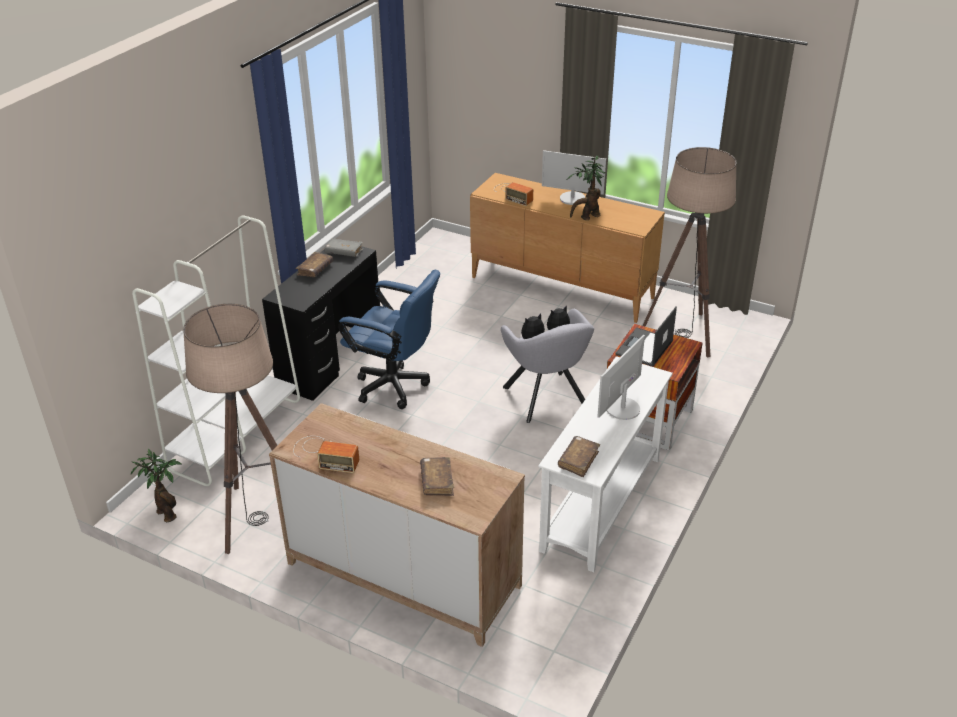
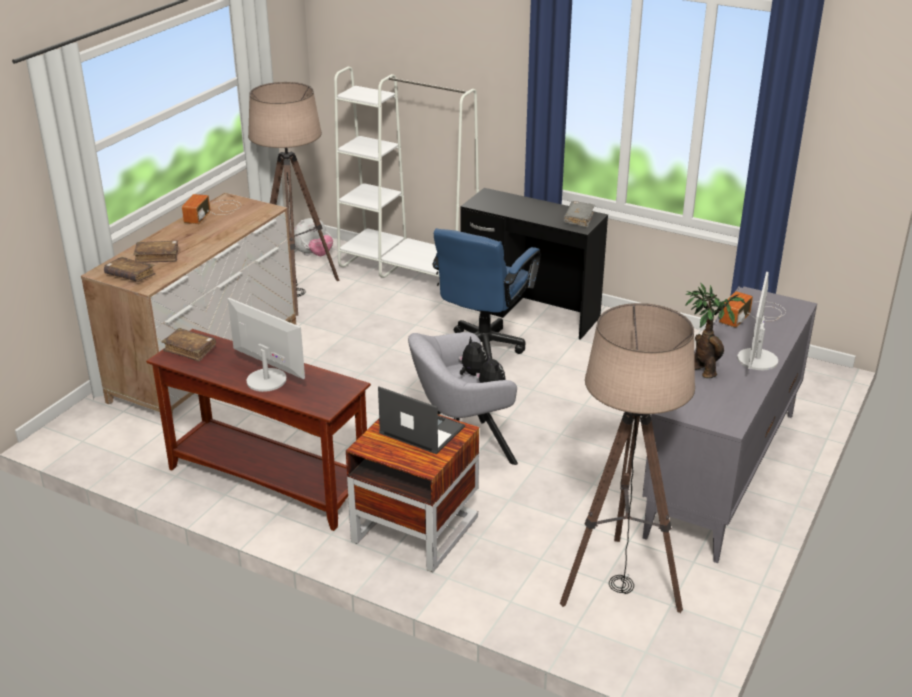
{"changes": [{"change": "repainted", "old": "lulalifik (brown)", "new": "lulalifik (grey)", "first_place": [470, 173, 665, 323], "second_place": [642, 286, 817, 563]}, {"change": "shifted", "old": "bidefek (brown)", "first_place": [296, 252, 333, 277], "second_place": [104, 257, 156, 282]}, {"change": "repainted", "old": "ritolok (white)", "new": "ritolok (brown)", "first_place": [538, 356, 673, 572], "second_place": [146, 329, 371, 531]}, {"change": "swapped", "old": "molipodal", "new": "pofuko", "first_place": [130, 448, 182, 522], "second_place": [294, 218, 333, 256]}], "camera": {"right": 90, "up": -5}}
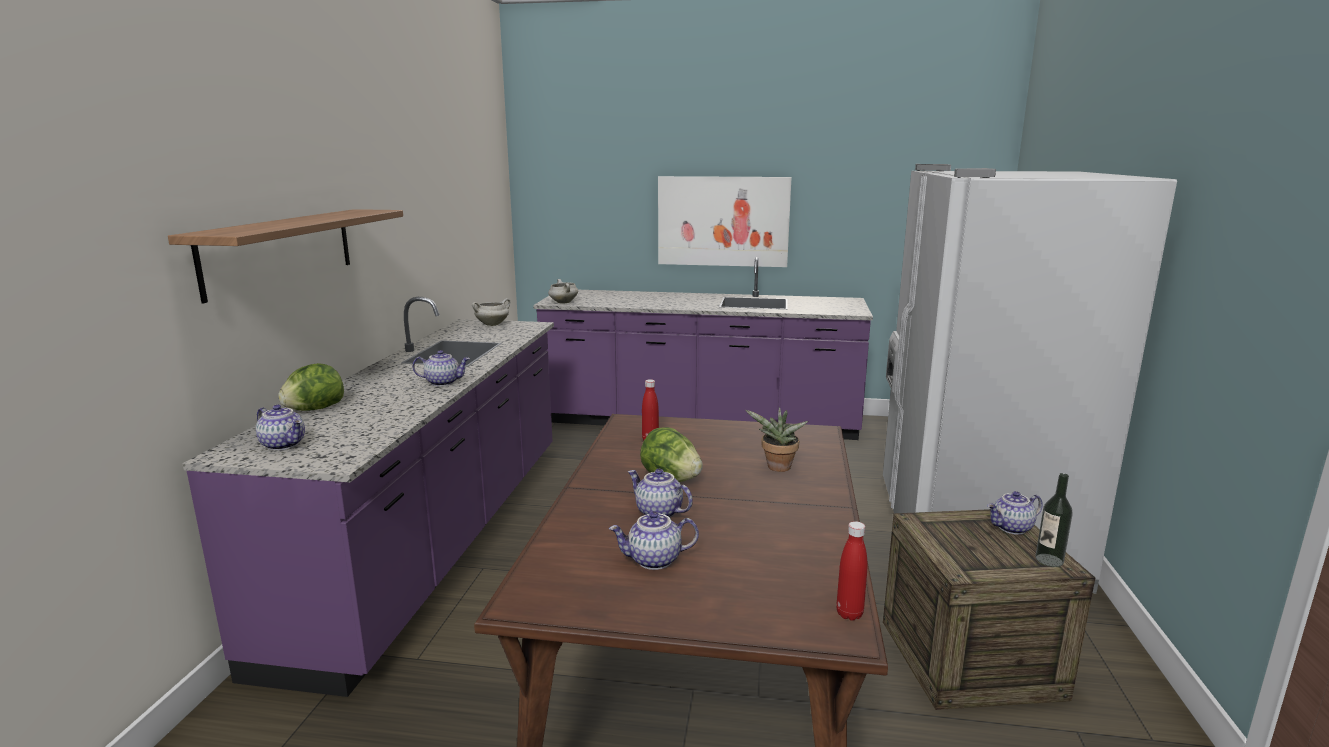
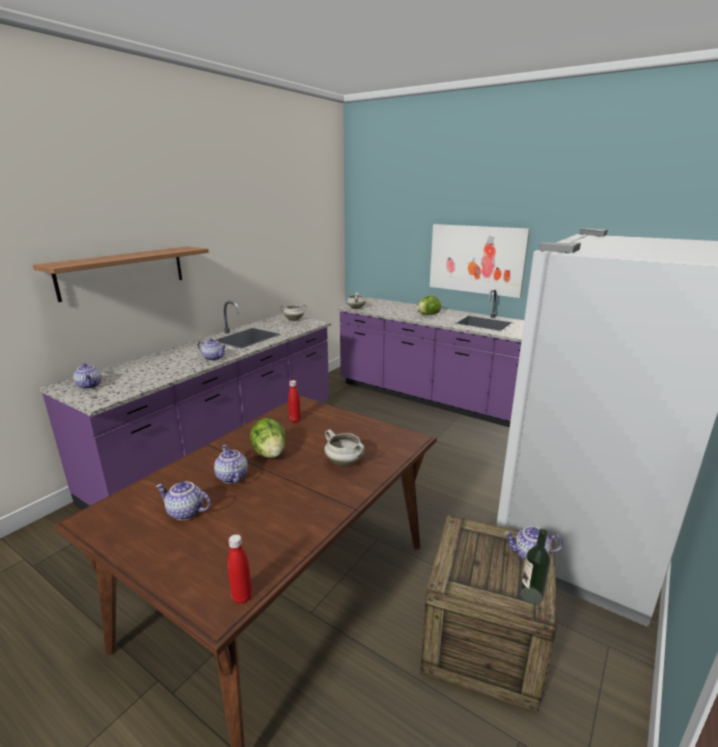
{"changes": [{"change": "shifted", "old": "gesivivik", "first_place": [278, 363, 344, 411], "second_place": [416, 296, 441, 315]}, {"change": "swapped", "old": "molipodal", "new": "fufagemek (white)", "first_place": [745, 407, 808, 472], "second_place": [324, 430, 365, 466]}], "camera": {"right": 25, "up": 5}}
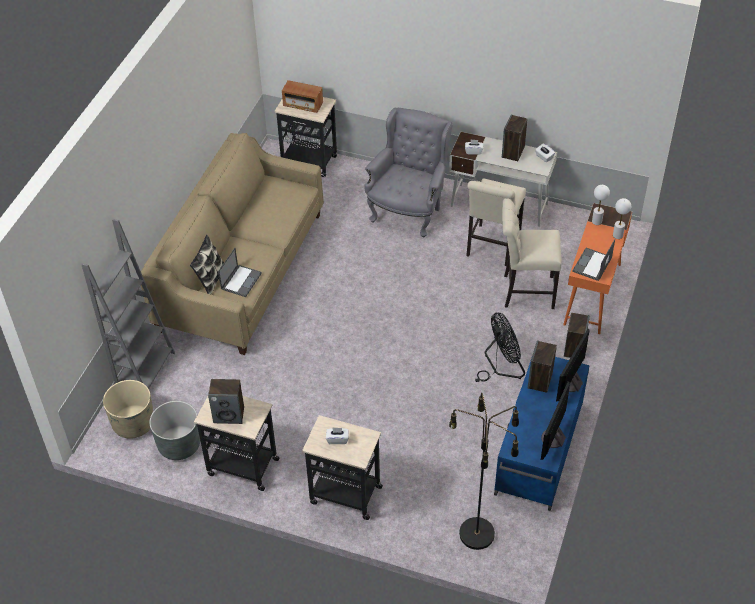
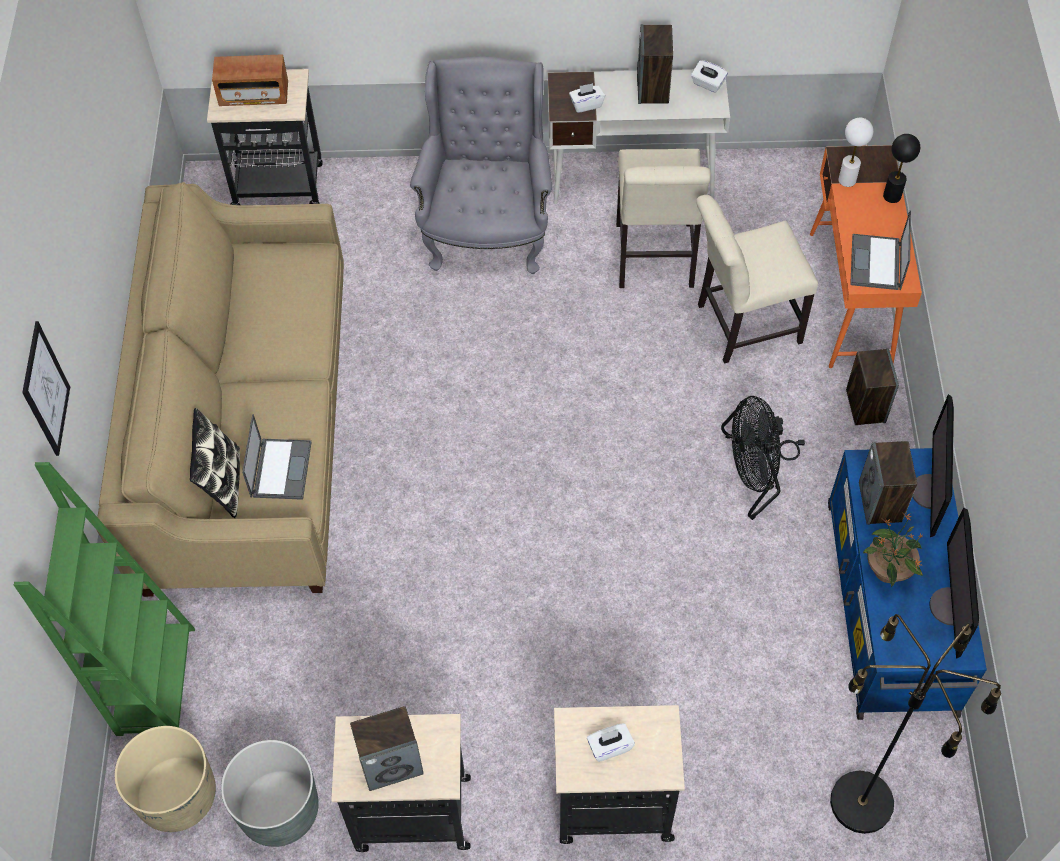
{"changes": [{"change": "swapped", "old": "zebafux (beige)", "new": "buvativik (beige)", "first_place": [502, 198, 562, 309], "second_place": [696, 195, 818, 364]}, {"change": "repainted", "old": "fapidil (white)", "new": "fapidil (black)", "first_place": [613, 198, 631, 239], "second_place": [883, 134, 920, 203]}, {"change": "repainted", "old": "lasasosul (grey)", "new": "lasasosul (green)", "first_place": [81, 219, 175, 389], "second_place": [14, 462, 195, 736]}, {"change": "rotated", "old": "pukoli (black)", "first_place": [475, 313, 525, 382], "second_place": [721, 396, 807, 520], "degrees": -150}, {"change": "new", "new": "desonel", "second_place": [22, 321, 70, 456]}, {"change": "new", "new": "molipodal", "second_place": [863, 512, 923, 587]}], "camera": {"right": -20, "up": 10}}
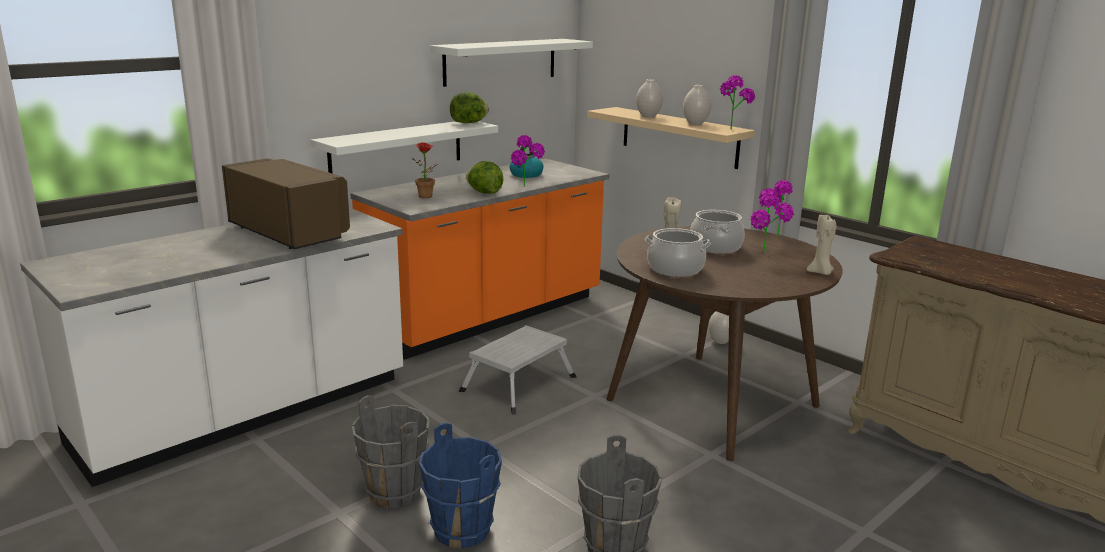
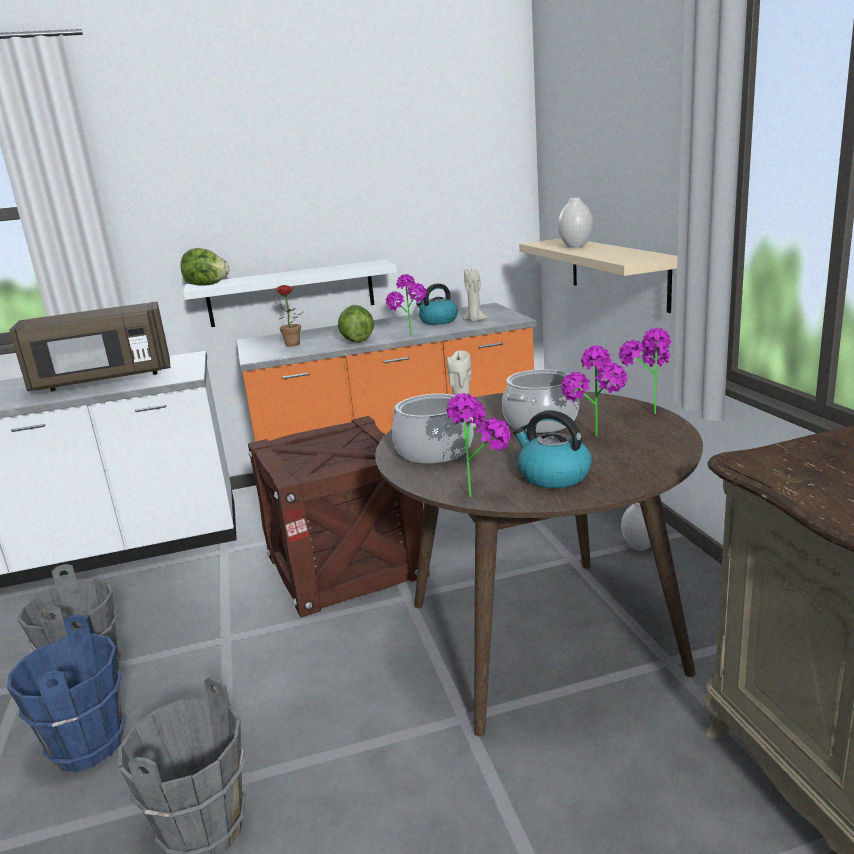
{"changes": [{"change": "gone", "old": "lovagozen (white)", "first_place": [430, 39, 593, 87]}, {"change": "shifted", "old": "molipodal", "first_place": [720, 75, 755, 130], "second_place": [447, 393, 511, 497]}, {"change": "gone", "old": "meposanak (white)", "first_place": [683, 85, 711, 125]}, {"change": "shifted", "old": "gesivivik", "first_place": [450, 92, 489, 123], "second_place": [181, 248, 229, 286]}, {"change": "rotated", "old": "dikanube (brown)", "first_place": [222, 158, 350, 249], "second_place": [9, 302, 170, 392], "degrees": 90}, {"change": "shifted", "old": "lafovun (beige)", "first_place": [806, 215, 836, 275], "second_place": [463, 269, 487, 322]}, {"change": "swapped", "old": "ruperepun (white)", "new": "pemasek", "first_place": [459, 325, 577, 414], "second_place": [248, 416, 430, 618]}, {"change": "new", "new": "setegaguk", "second_place": [513, 410, 592, 488]}], "camera": {"right": 30, "up": 0}}
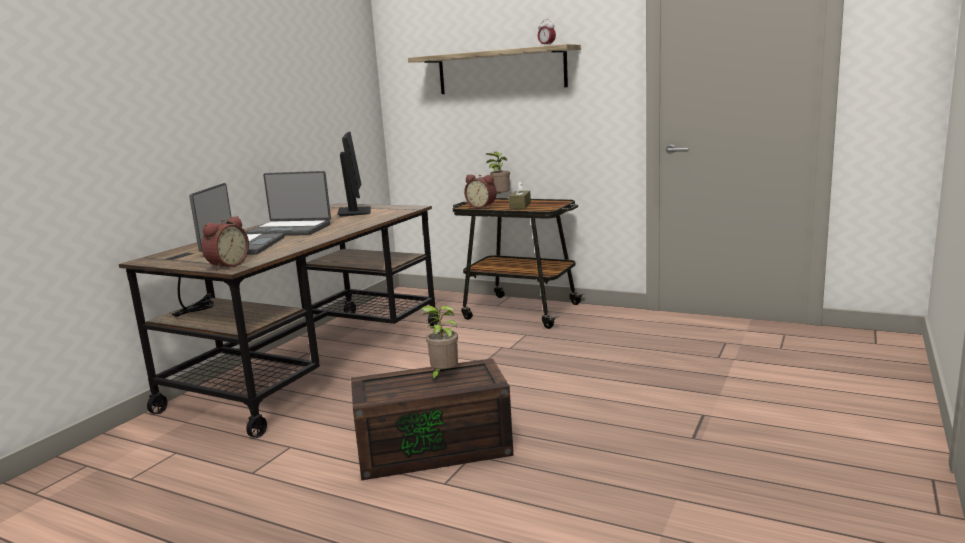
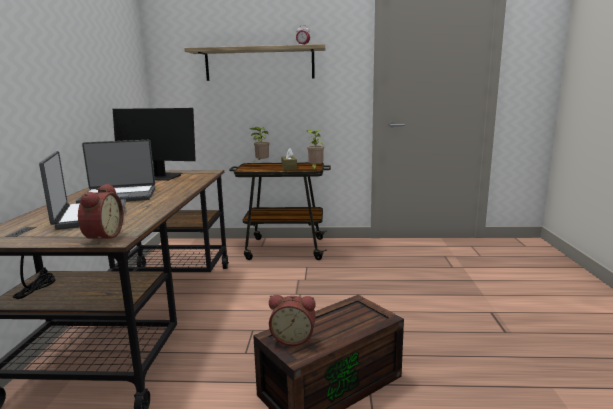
{"changes": [{"change": "rotated", "old": "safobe", "first_place": [337, 132, 371, 217], "second_place": [113, 108, 196, 181], "degrees": 135}, {"change": "shifted", "old": "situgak", "first_place": [464, 174, 497, 208], "second_place": [269, 295, 316, 346]}, {"change": "shifted", "old": "molipodal", "first_place": [421, 306, 458, 381], "second_place": [307, 130, 324, 169]}], "camera": {"right": -25, "up": 0}}
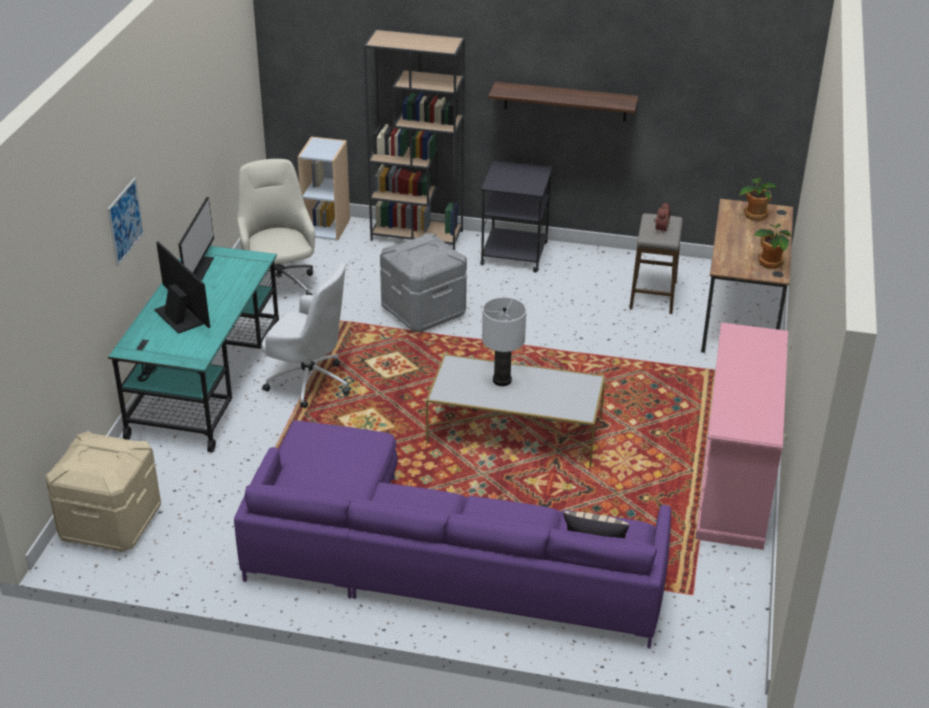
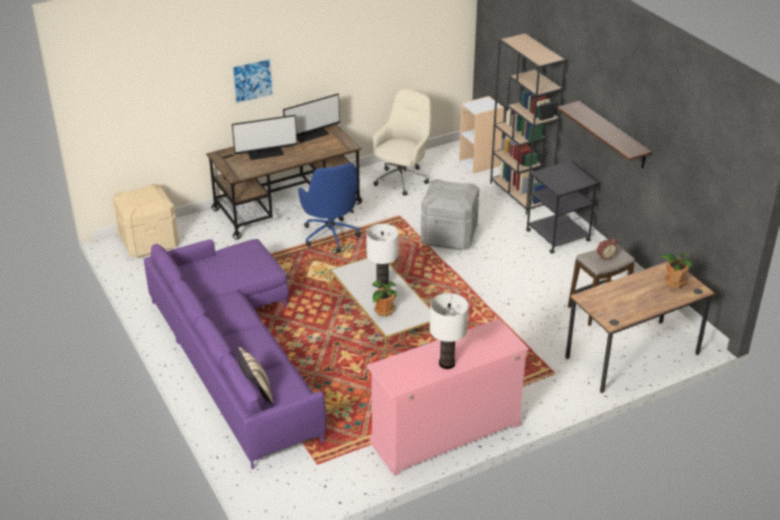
{"changes": [{"change": "shifted", "old": "molipodal", "first_place": [754, 224, 791, 269], "second_place": [372, 281, 397, 317]}, {"change": "rotated", "old": "safobe", "first_place": [155, 242, 211, 334], "second_place": [232, 115, 297, 160], "degrees": 60}, {"change": "repainted", "old": "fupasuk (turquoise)", "new": "fupasuk (brown)", "first_place": [108, 246, 279, 453], "second_place": [206, 124, 362, 240]}, {"change": "repainted", "old": "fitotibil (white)", "new": "fitotibil (blue)", "first_place": [261, 263, 350, 408], "second_place": [298, 163, 360, 253]}, {"change": "new", "new": "fapidil (white)", "second_place": [430, 293, 468, 369]}], "camera": {"right": 50, "up": 0}}
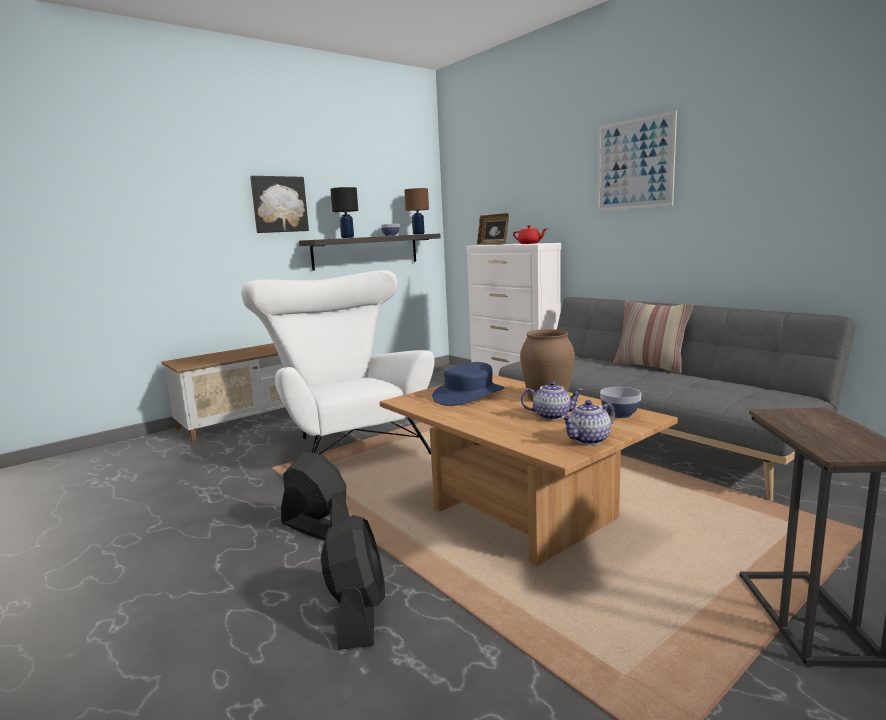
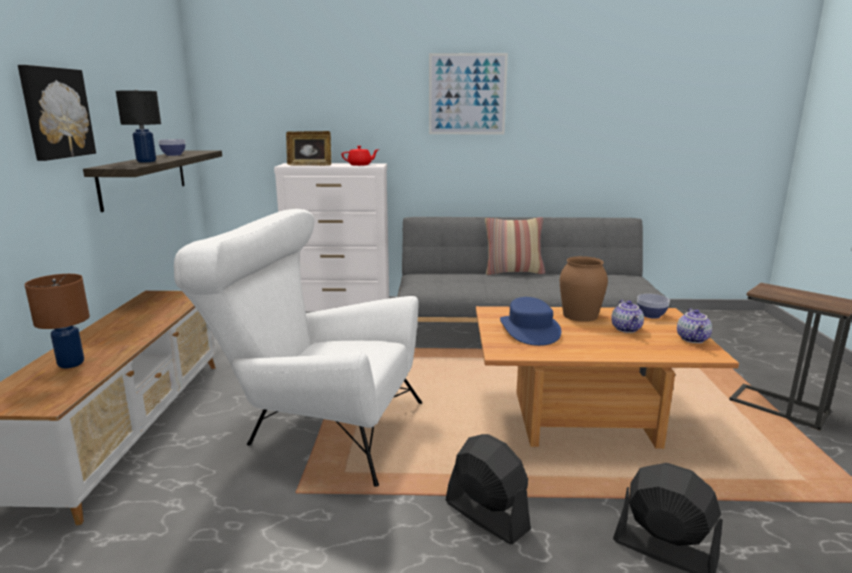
{"changes": [{"change": "shifted", "old": "fapidil (brown)", "first_place": [404, 188, 429, 235], "second_place": [25, 274, 90, 368]}, {"change": "rotated", "old": "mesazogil", "first_place": [521, 381, 583, 420], "second_place": [611, 300, 644, 333], "degrees": 135}, {"change": "rotated", "old": "pukoli (black)", "first_place": [281, 452, 350, 541], "second_place": [446, 434, 531, 544], "degrees": 60}], "camera": {"right": -50, "up": 5}}
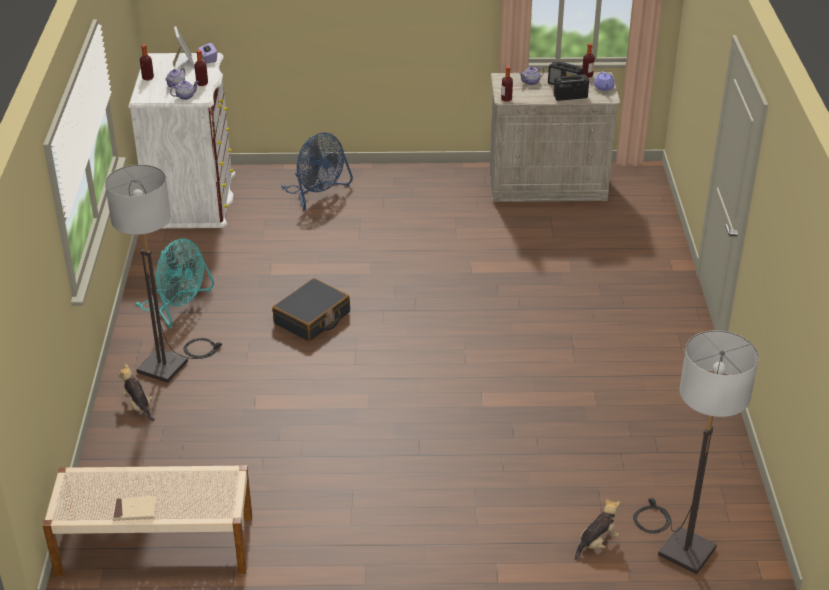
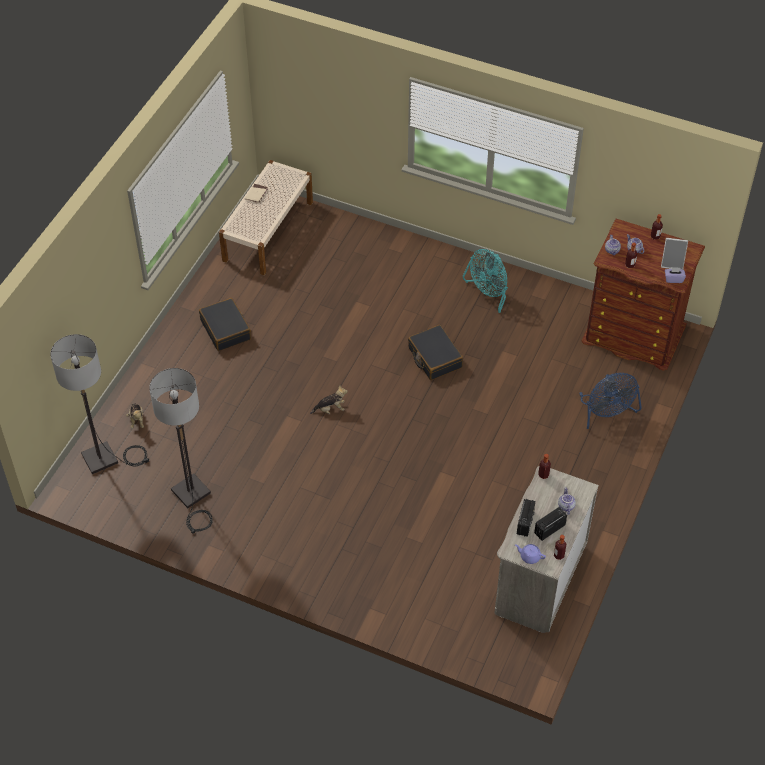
{"changes": [{"change": "repainted", "old": "lulalifik (white)", "new": "lulalifik (brown)", "first_place": [128, 53, 236, 228], "second_place": [581, 219, 705, 371]}, {"change": "rotated", "old": "pukoli (blue)", "first_place": [282, 132, 353, 211], "second_place": [579, 373, 642, 429], "degrees": -90}, {"change": "shifted", "old": "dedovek", "first_place": [105, 165, 222, 383], "second_place": [149, 368, 213, 534]}, {"change": "shifted", "old": "pofuko", "first_place": [118, 364, 155, 422], "second_place": [310, 385, 348, 414]}, {"change": "new", "new": "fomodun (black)", "second_place": [199, 298, 251, 351]}], "camera": {"right": 115, "up": 15}}
